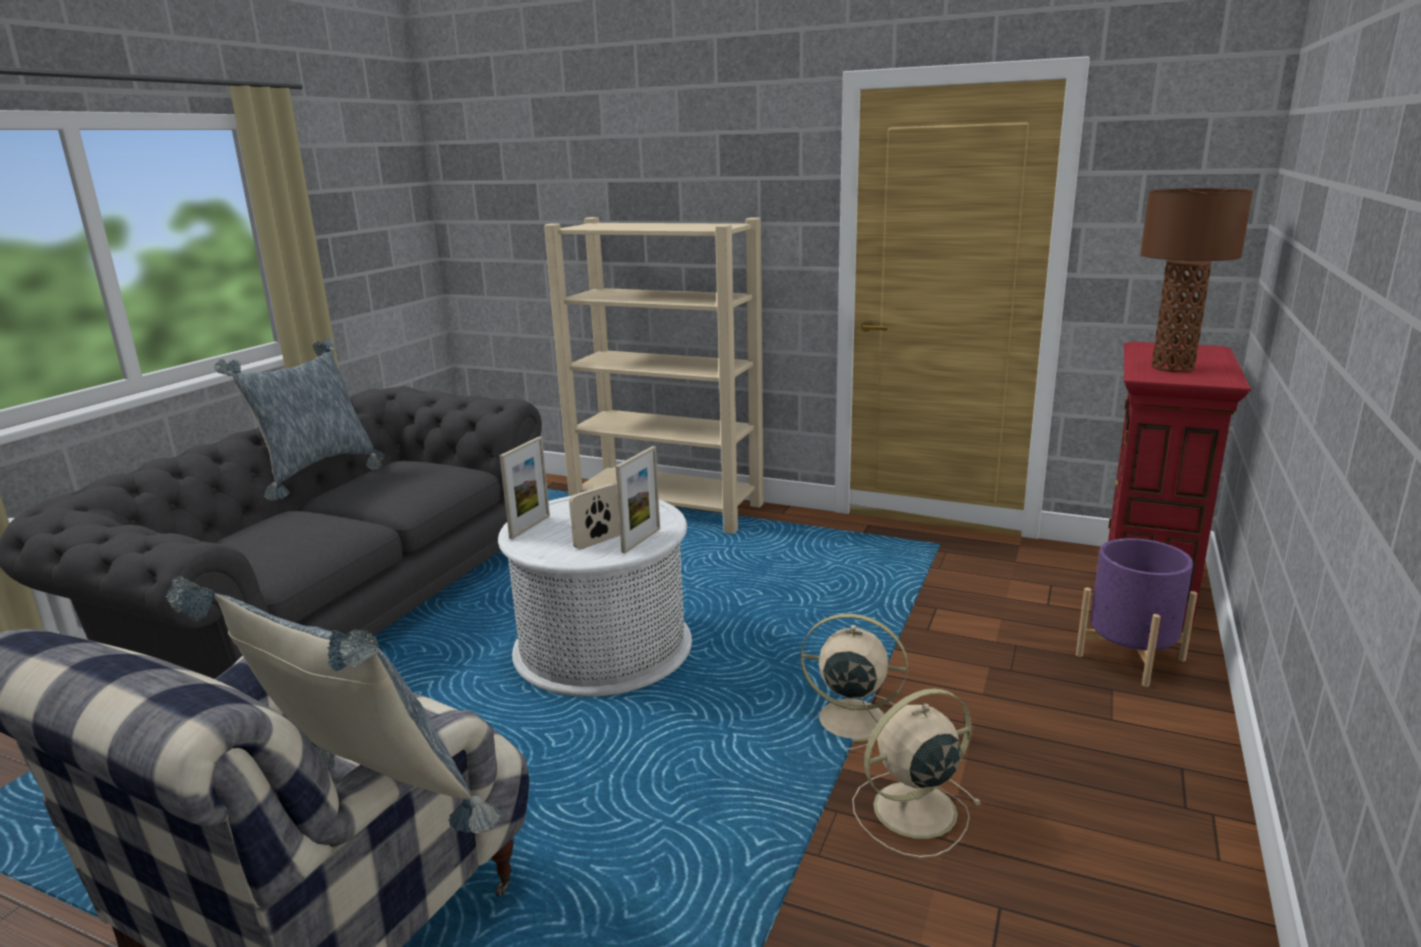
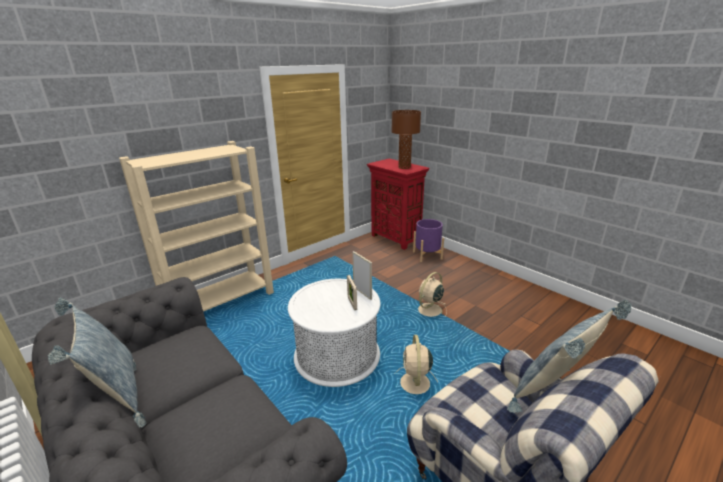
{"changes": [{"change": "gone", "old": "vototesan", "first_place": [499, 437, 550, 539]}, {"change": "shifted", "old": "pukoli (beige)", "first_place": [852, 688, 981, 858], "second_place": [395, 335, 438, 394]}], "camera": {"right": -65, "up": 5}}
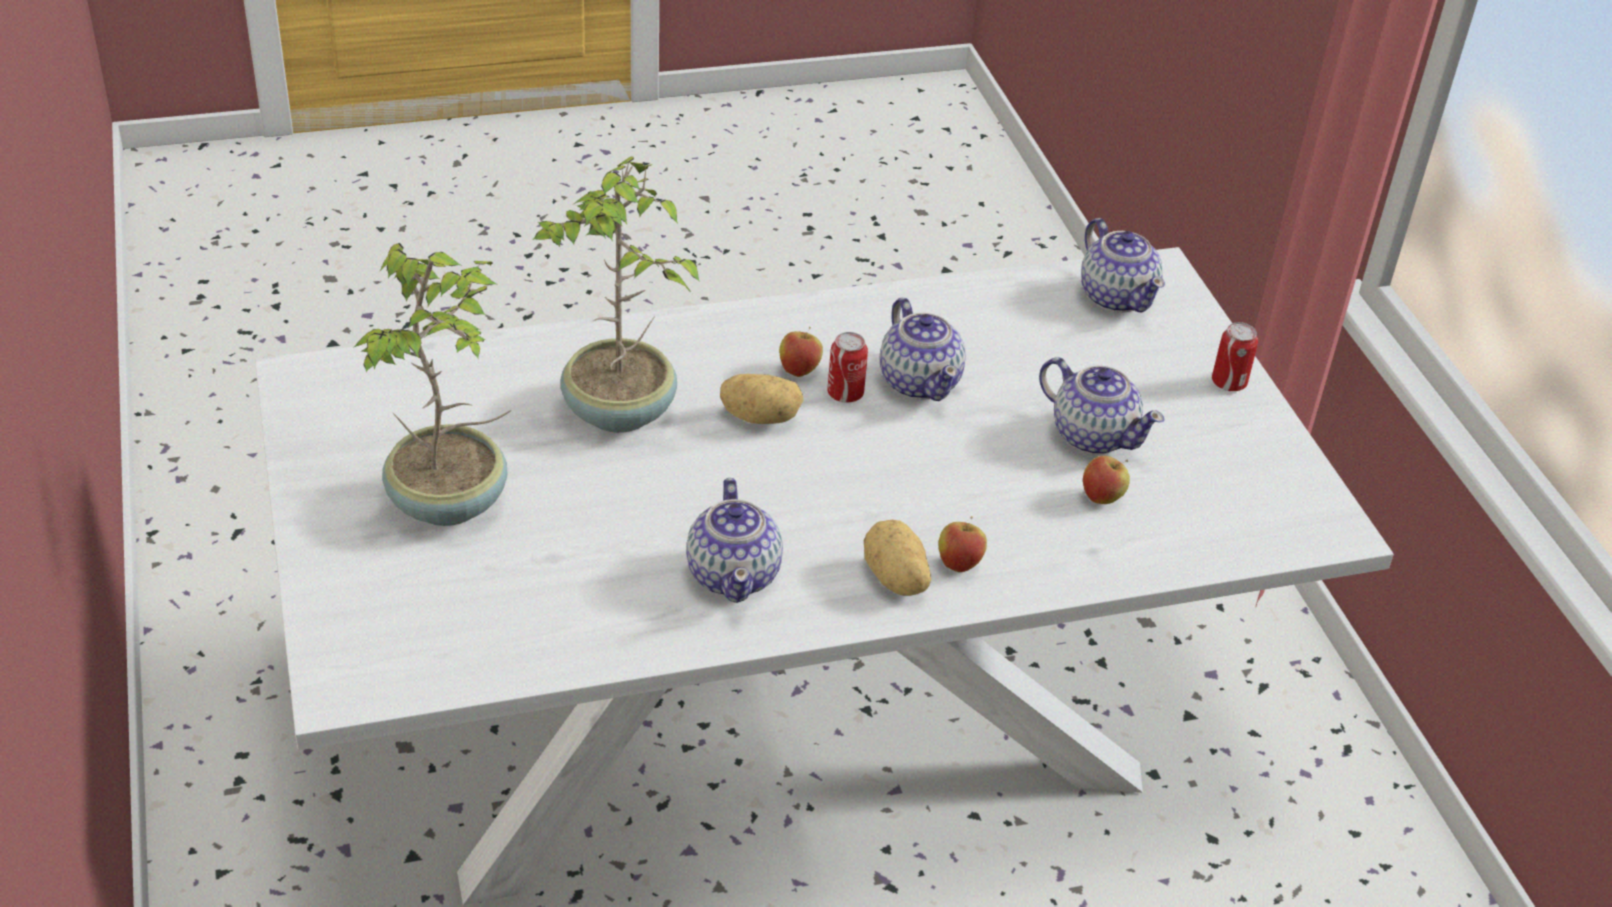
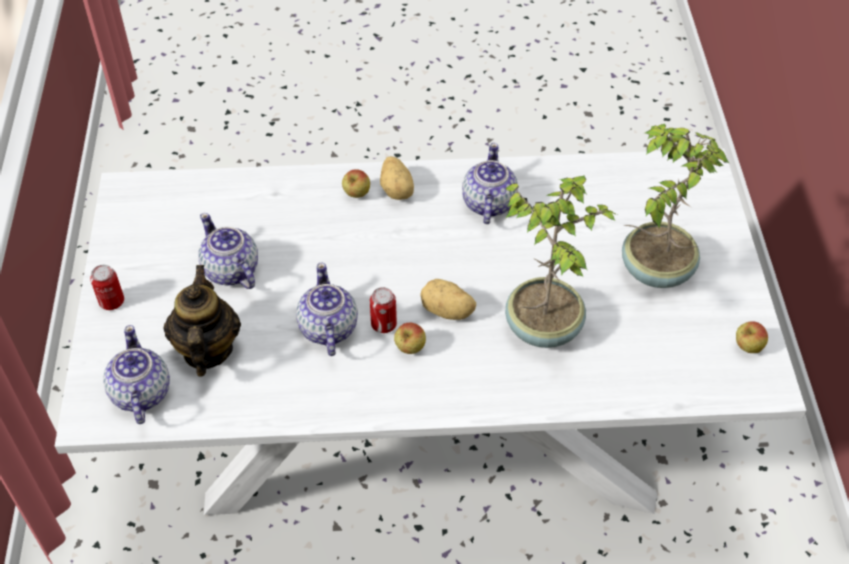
{"changes": [{"change": "shifted", "old": "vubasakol", "first_place": [1083, 456, 1130, 504], "second_place": [736, 321, 768, 353]}, {"change": "new", "new": "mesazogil", "second_place": [163, 265, 241, 376]}], "camera": {"right": -165, "up": 10}}
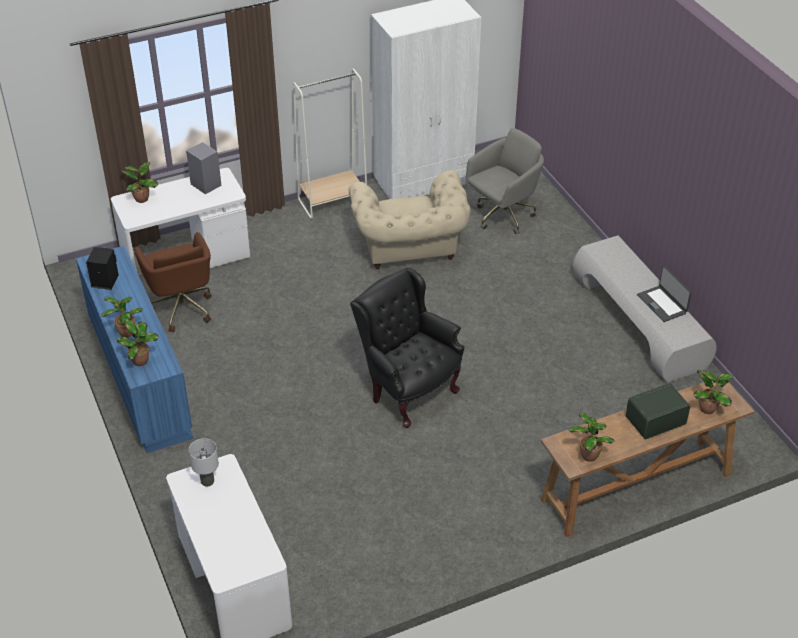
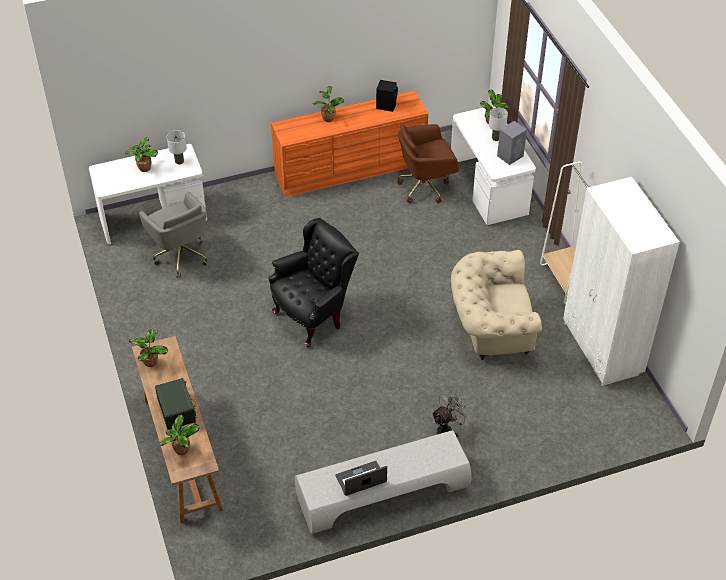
{"changes": [{"change": "shifted", "old": "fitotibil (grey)", "first_place": [465, 128, 544, 234], "second_place": [139, 192, 208, 278]}, {"change": "repainted", "old": "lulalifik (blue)", "new": "lulalifik (orange)", "first_place": [76, 246, 194, 453], "second_place": [271, 91, 428, 197]}, {"change": "shifted", "old": "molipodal", "first_place": [117, 319, 159, 366], "second_place": [125, 137, 158, 172]}, {"change": "new", "new": "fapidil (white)", "second_place": [489, 108, 508, 141]}, {"change": "new", "new": "pukoli (grey)", "second_place": [432, 389, 469, 437]}], "camera": {"right": 95, "up": 5}}
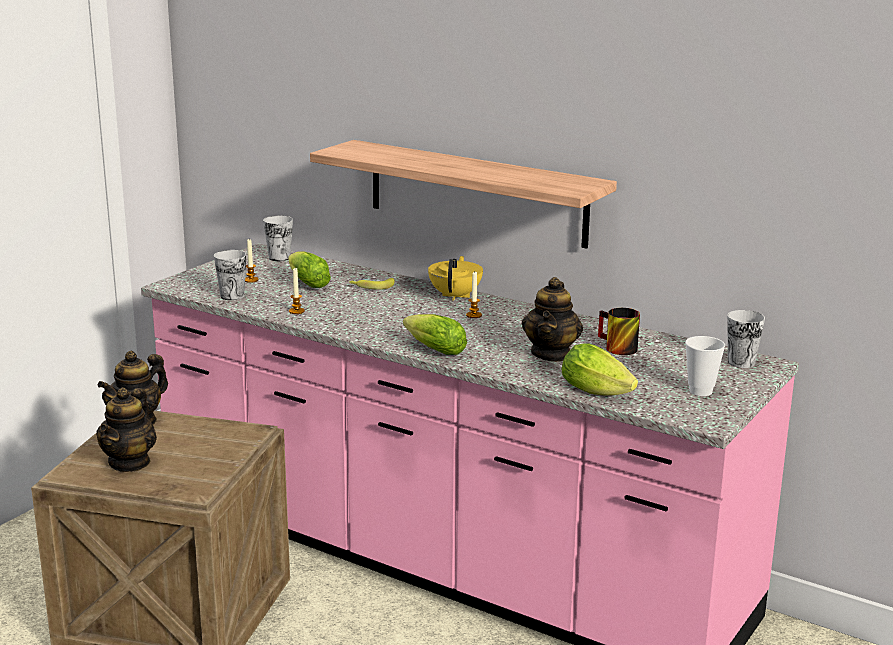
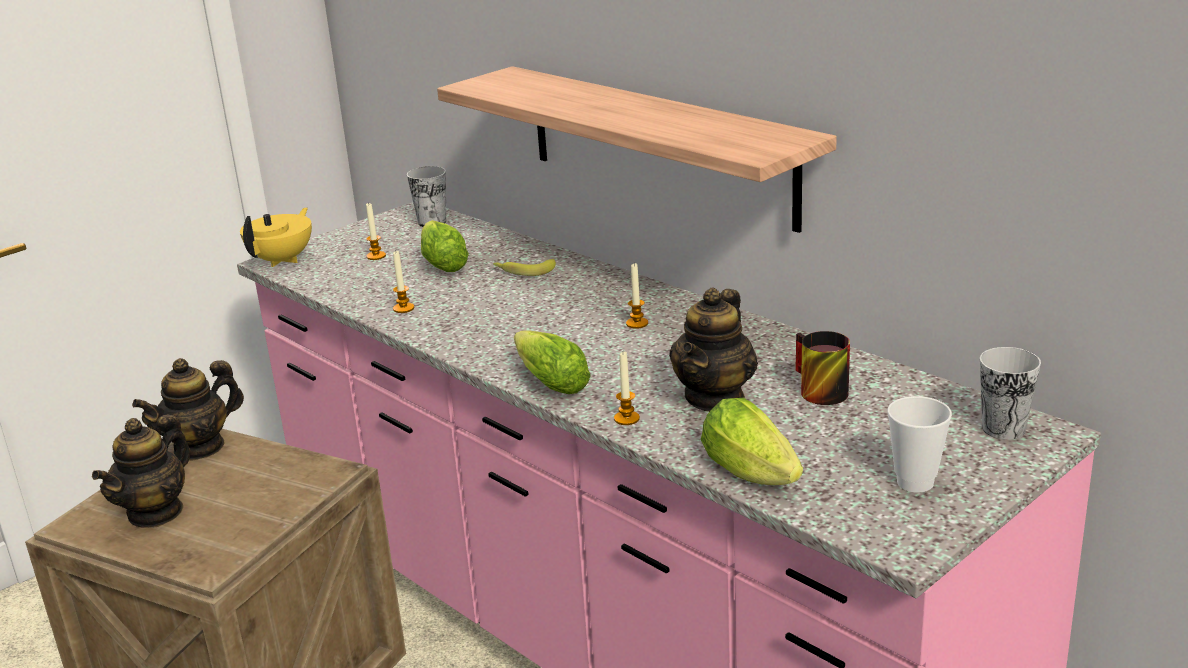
{"changes": [{"change": "gone", "old": "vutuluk", "first_place": [214, 250, 247, 300]}, {"change": "shifted", "old": "mesazogil (yellow)", "first_place": [428, 256, 483, 301], "second_place": [240, 207, 312, 267]}, {"change": "new", "new": "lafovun", "second_place": [614, 352, 640, 425]}], "camera": {"right": 15, "up": 5}}
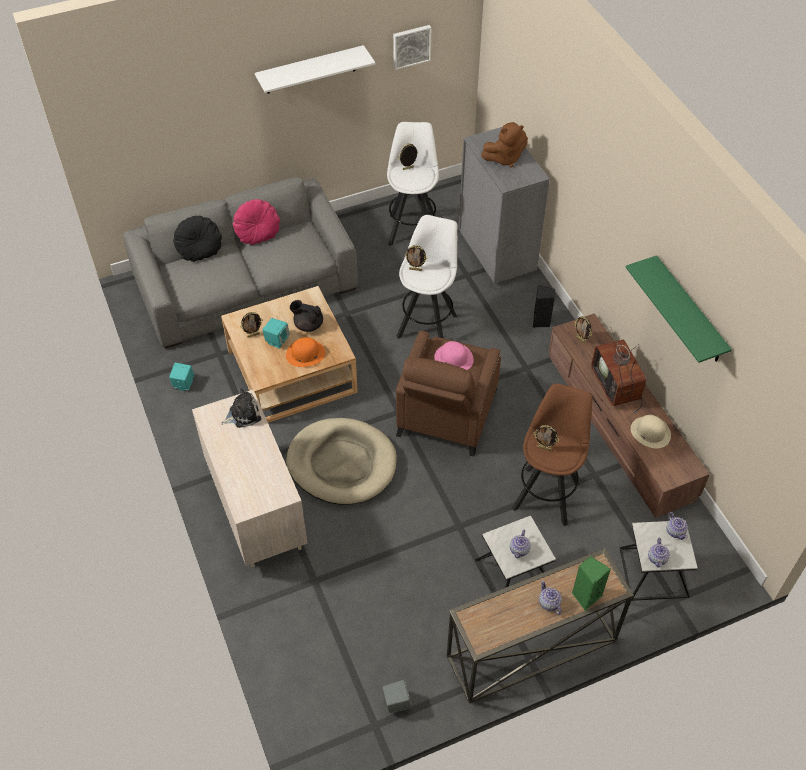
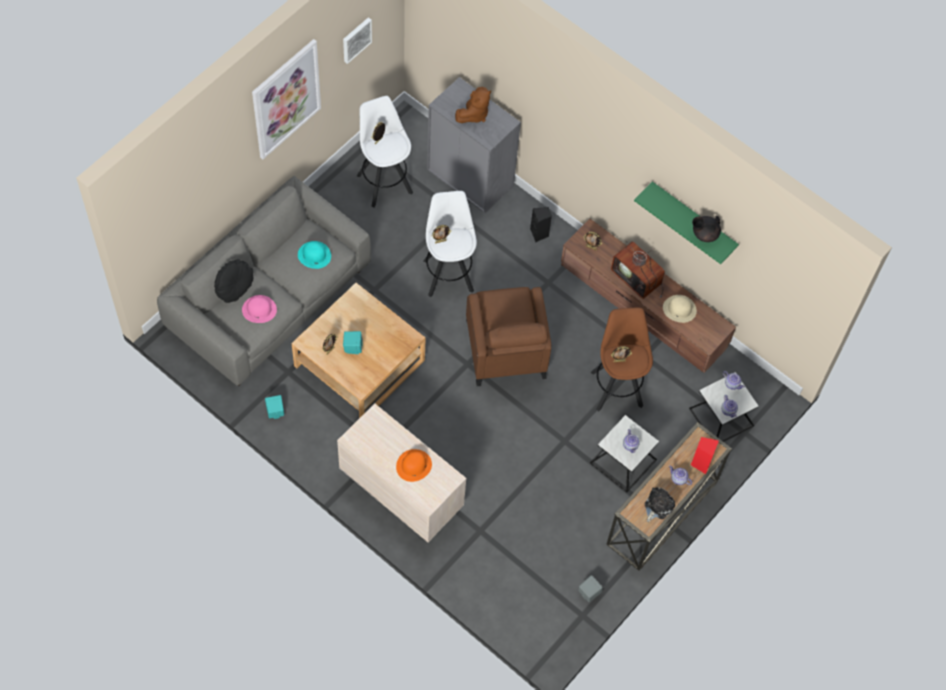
{"changes": [{"change": "swapped", "old": "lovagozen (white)", "new": "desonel", "first_place": [255, 45, 375, 94], "second_place": [252, 39, 321, 159]}, {"change": "gone", "old": "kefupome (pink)", "first_place": [233, 199, 280, 245]}, {"change": "shifted", "old": "mesazogil (black)", "first_place": [290, 300, 323, 332], "second_place": [692, 216, 721, 242]}, {"change": "shifted", "old": "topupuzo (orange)", "first_place": [286, 337, 325, 367], "second_place": [396, 449, 432, 482]}, {"change": "shifted", "old": "topupuzo (pink)", "first_place": [434, 341, 474, 370], "second_place": [242, 295, 277, 323]}, {"change": "shifted", "old": "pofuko", "first_place": [221, 389, 261, 428], "second_place": [645, 487, 675, 522]}, {"change": "gone", "old": "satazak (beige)", "first_place": [286, 418, 397, 505]}, {"change": "repainted", "old": "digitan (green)", "new": "digitan (red)", "first_place": [572, 556, 611, 611], "second_place": [691, 437, 719, 474]}, {"change": "new", "new": "topupuzo (turquoise)", "second_place": [298, 241, 331, 269]}], "camera": {"right": -30, "up": 10}}
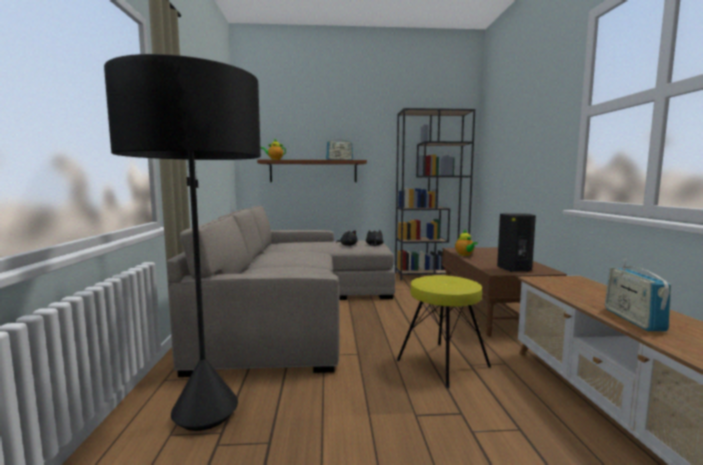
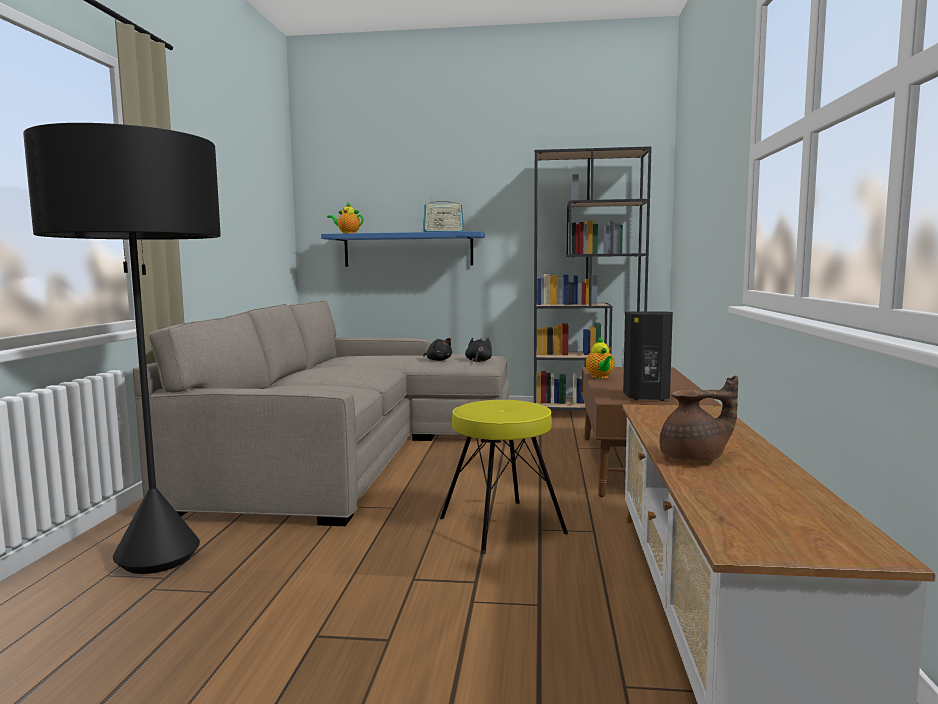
{"changes": [{"change": "repainted", "old": "lovagozen (brown)", "new": "lovagozen (blue)", "first_place": [257, 160, 367, 182], "second_place": [321, 231, 485, 267]}, {"change": "swapped", "old": "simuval", "new": "mesazogil (brown)", "first_place": [605, 259, 671, 331], "second_place": [660, 375, 738, 462]}], "camera": {"right": 10, "up": 0}}
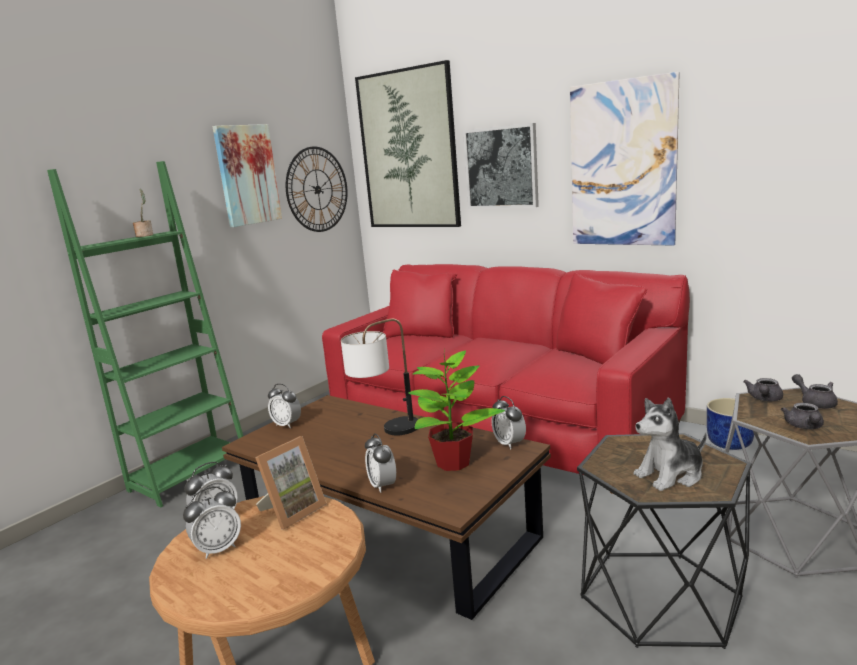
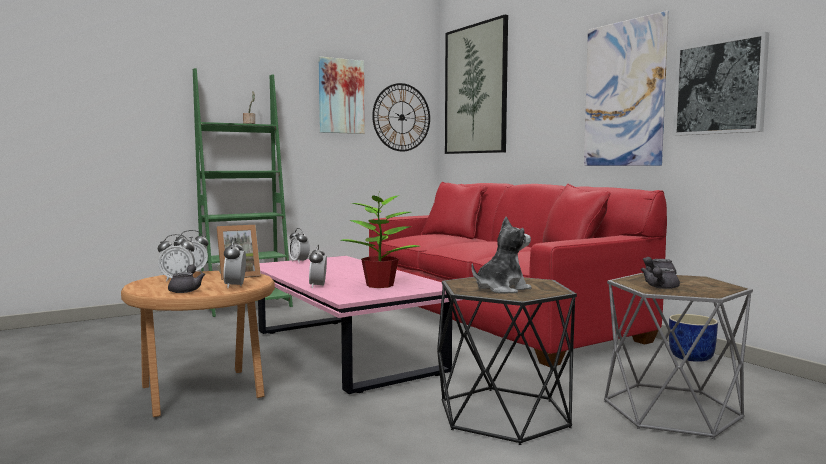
{"changes": [{"change": "shifted", "old": "desonel", "first_place": [463, 123, 539, 209], "second_place": [673, 32, 769, 136]}, {"change": "gone", "old": "fapidil", "first_place": [341, 318, 418, 436]}, {"change": "shifted", "old": "mesazogil (grey)", "first_place": [792, 374, 838, 409], "second_place": [168, 264, 205, 293]}, {"change": "repainted", "old": "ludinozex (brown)", "new": "ludinozex (pink)", "first_place": [222, 395, 551, 620], "second_place": [258, 256, 463, 394]}, {"change": "shifted", "old": "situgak", "first_place": [492, 396, 526, 449], "second_place": [224, 238, 246, 288]}, {"change": "rotated", "old": "pofuko", "first_place": [634, 398, 707, 491], "second_place": [471, 217, 531, 294], "degrees": 150}], "camera": {"right": 20, "up": -10}}
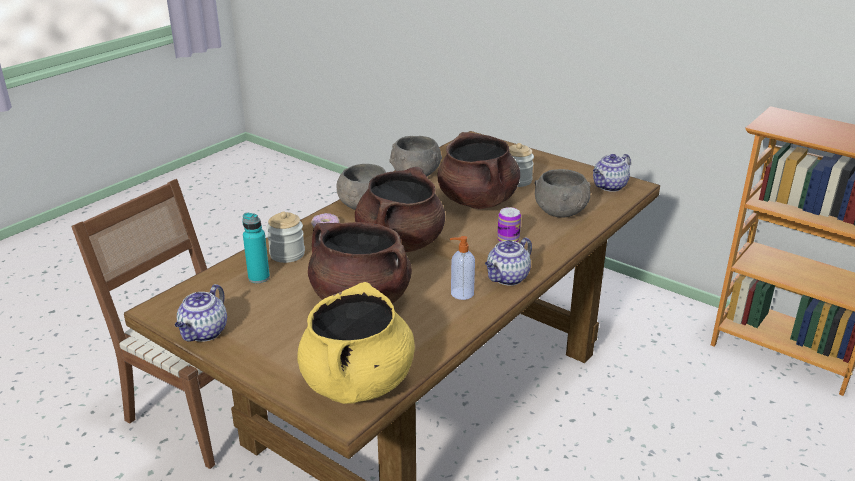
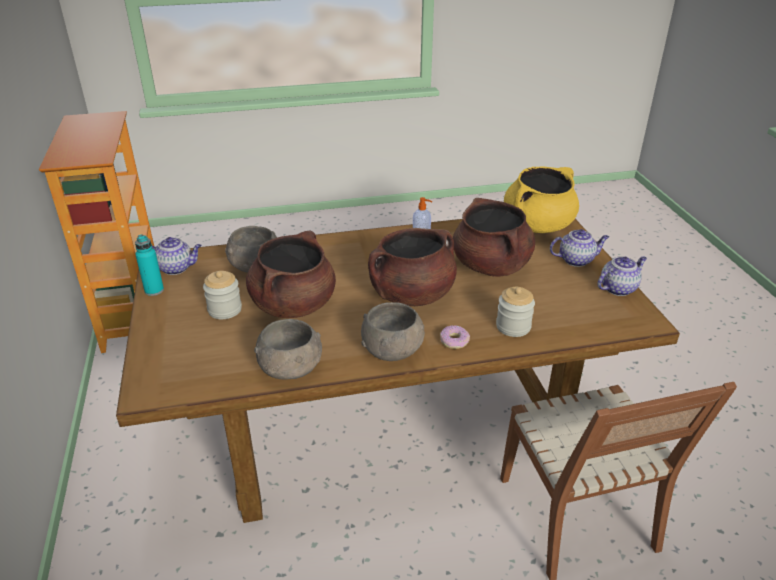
{"changes": [{"change": "gone", "old": "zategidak", "first_place": [497, 207, 521, 242]}, {"change": "shifted", "old": "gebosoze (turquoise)", "first_place": [242, 213, 270, 283], "second_place": [135, 234, 164, 296]}, {"change": "shifted", "old": "mesazogil", "first_place": [485, 238, 532, 286], "second_place": [550, 229, 609, 267]}], "camera": {"right": -140, "up": 5}}
